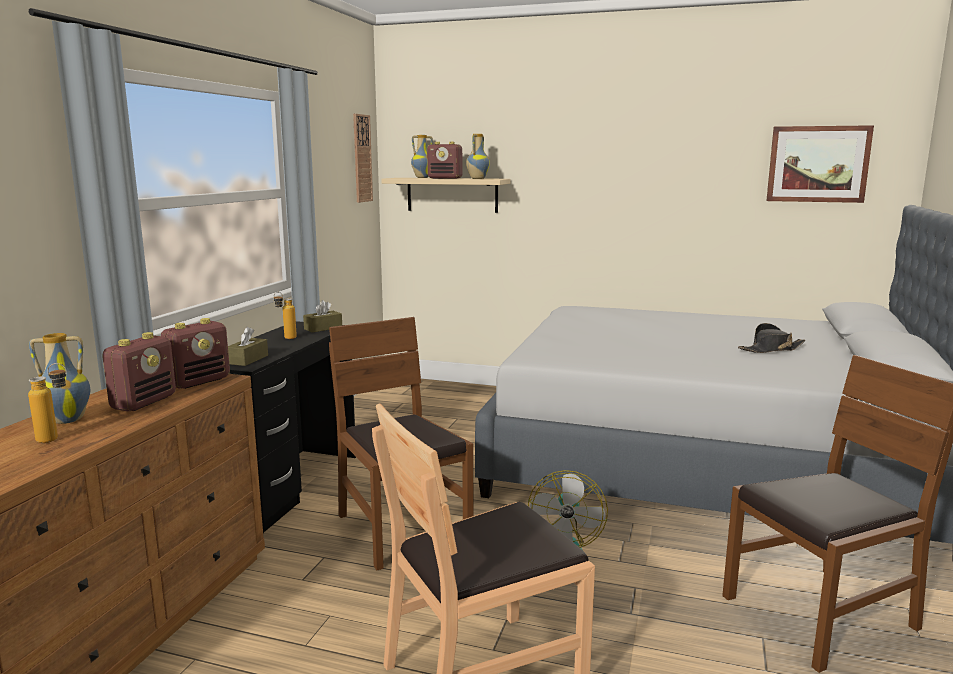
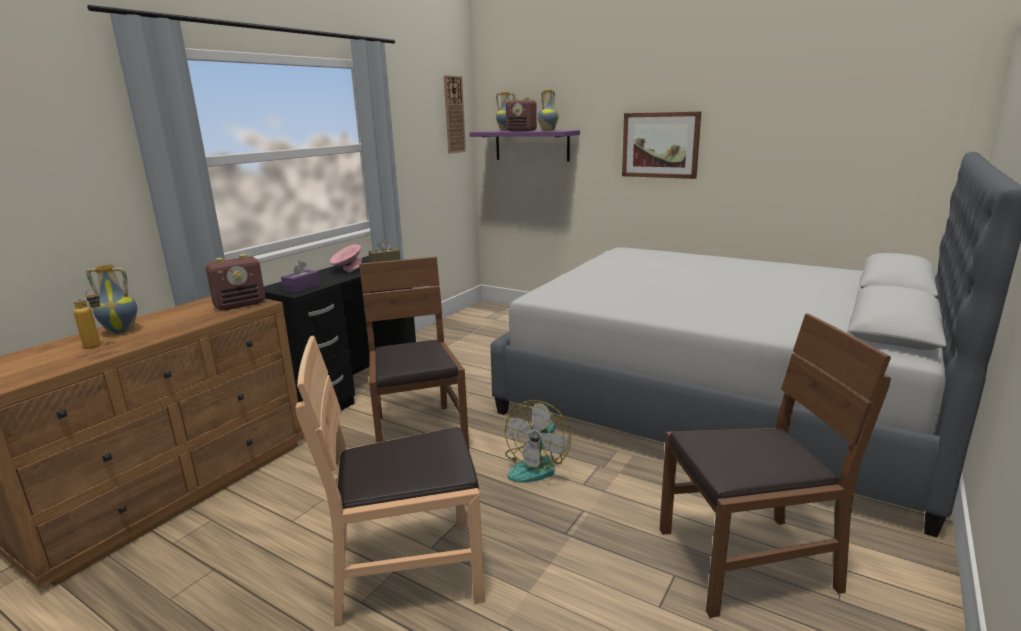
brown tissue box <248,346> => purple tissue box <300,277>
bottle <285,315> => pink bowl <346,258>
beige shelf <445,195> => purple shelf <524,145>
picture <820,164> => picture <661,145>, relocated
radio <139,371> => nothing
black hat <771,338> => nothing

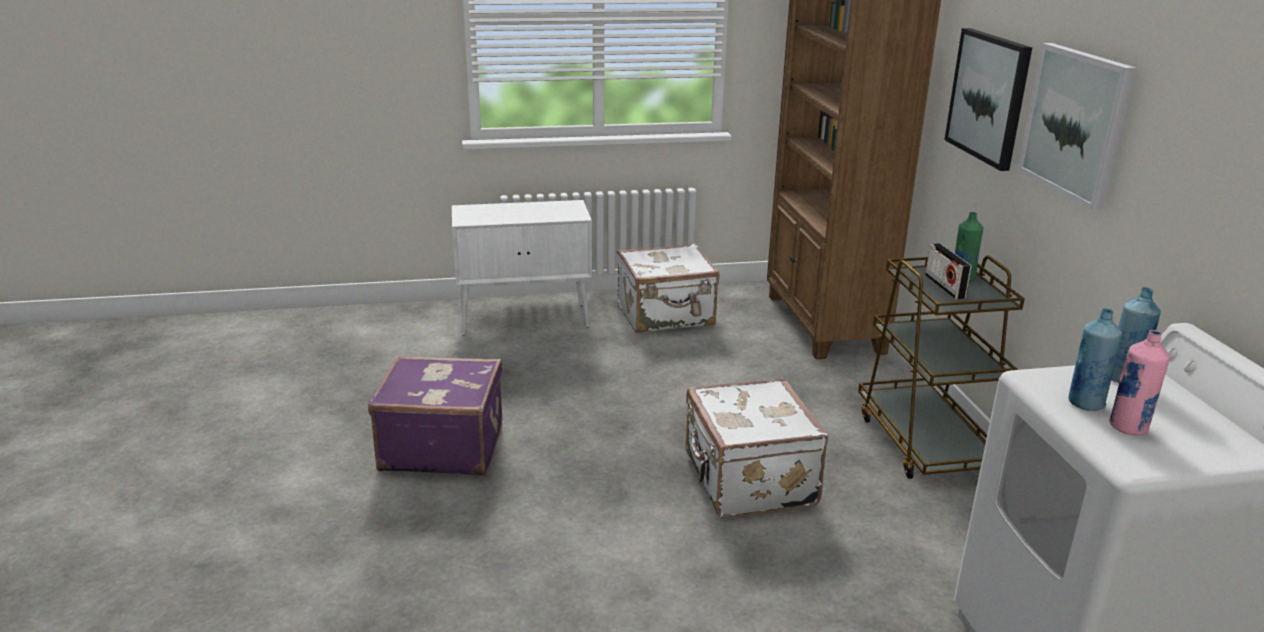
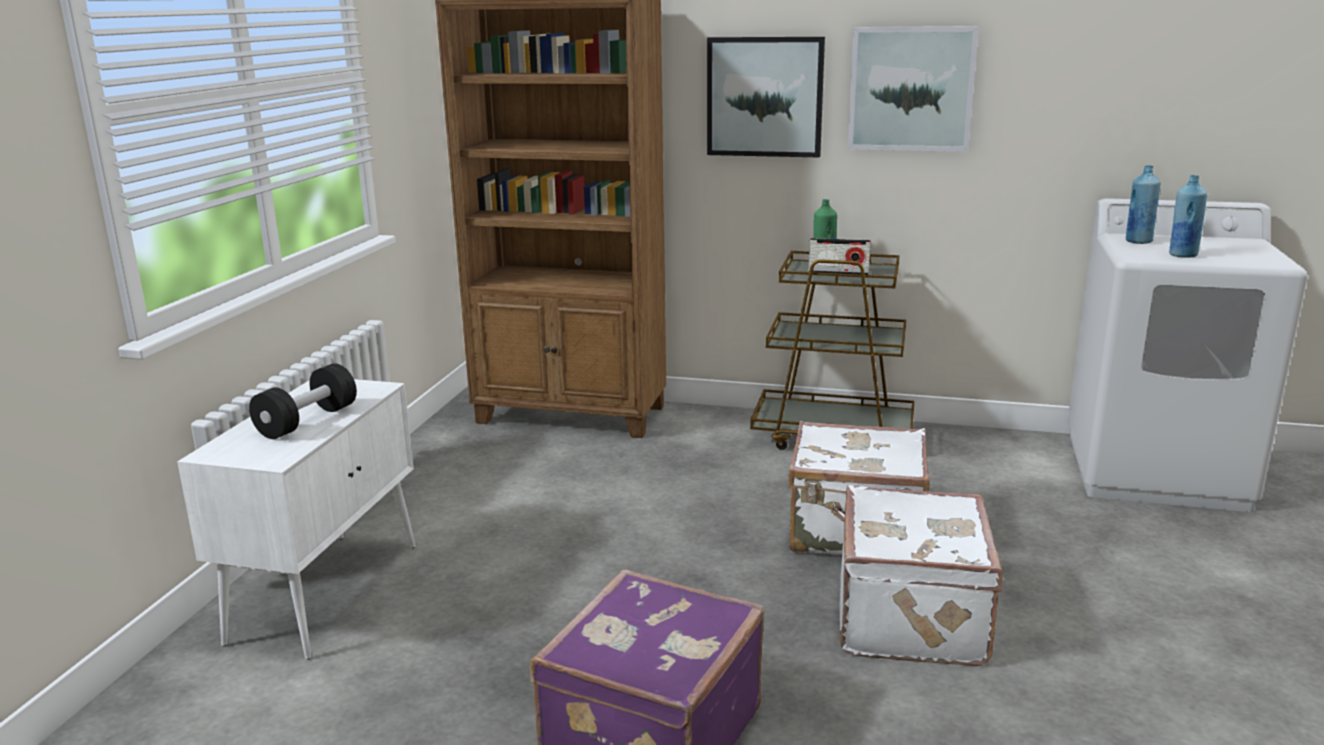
nothing => black dumbbell <303,401>
white suitcase <668,288> => white suitcase <922,575>, relocated
pink bottle <1139,382> => nothing

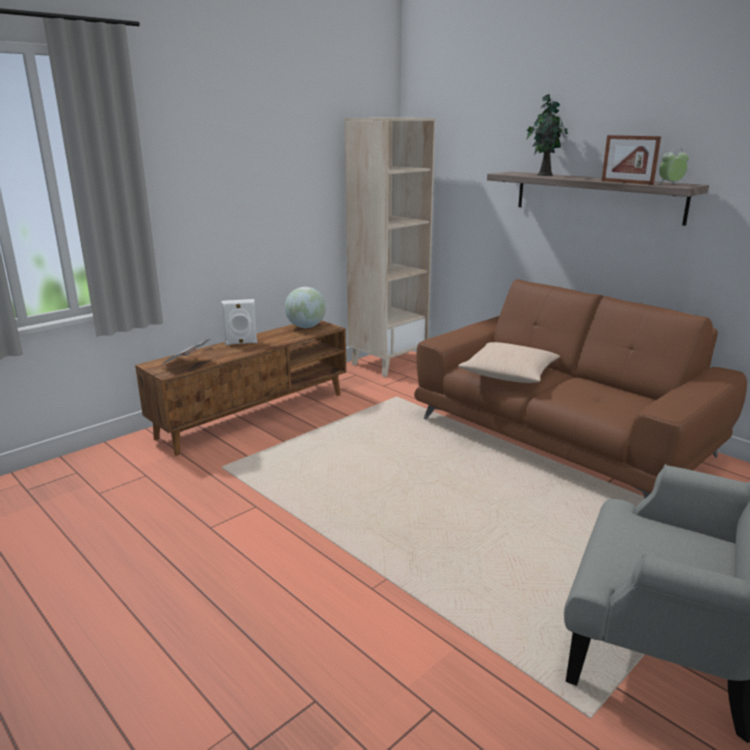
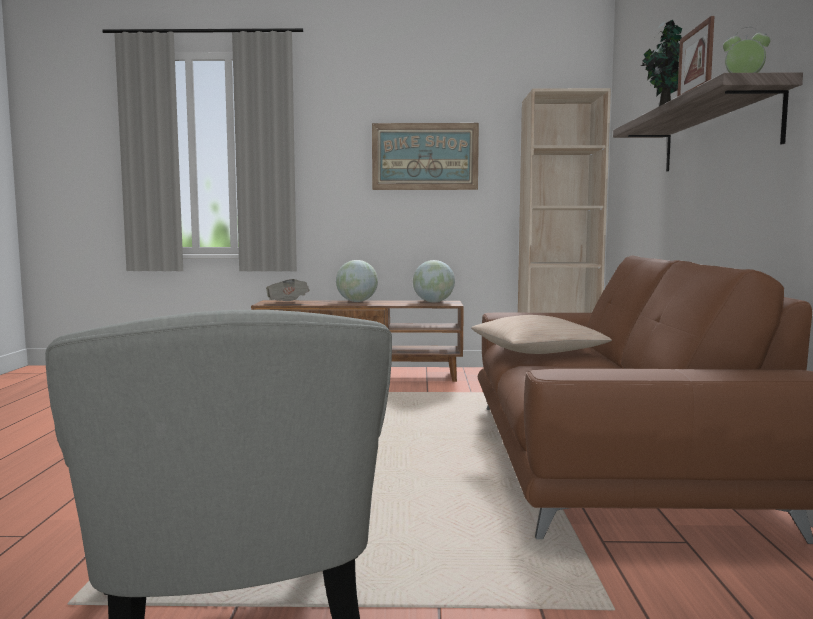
white speaker <239,322> => globe <357,281>
nothing => picture <425,156>

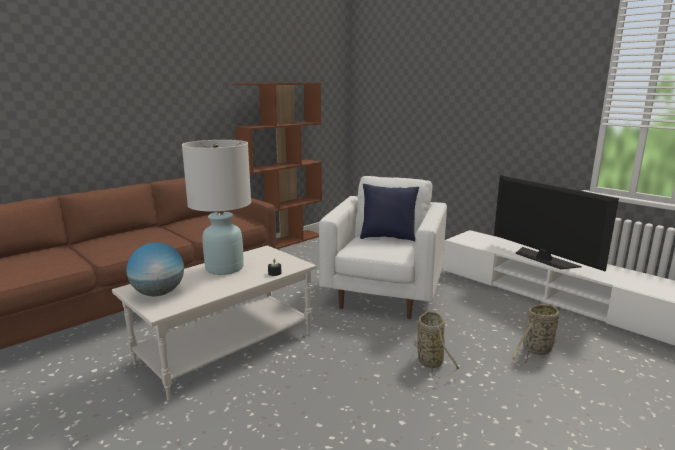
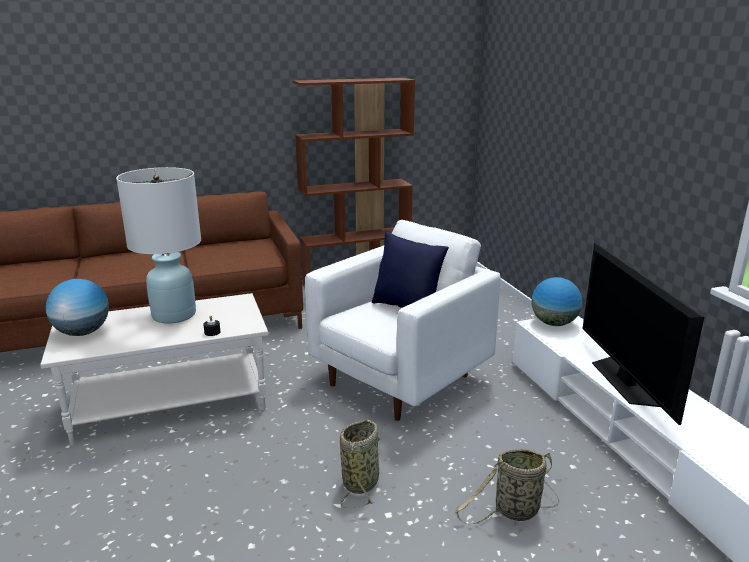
nothing => globe <556,301>

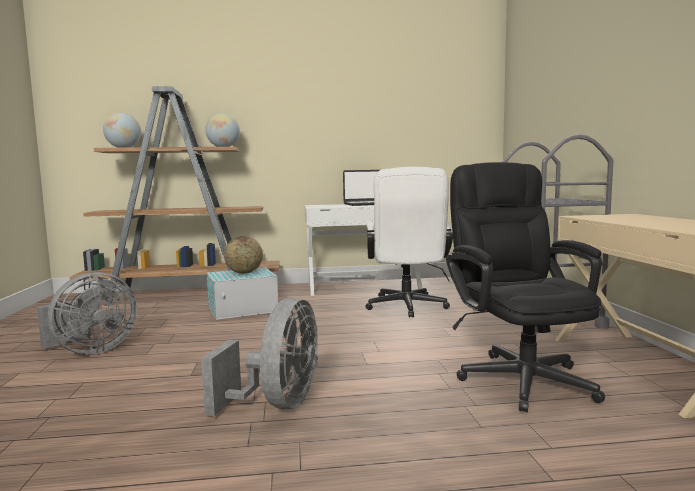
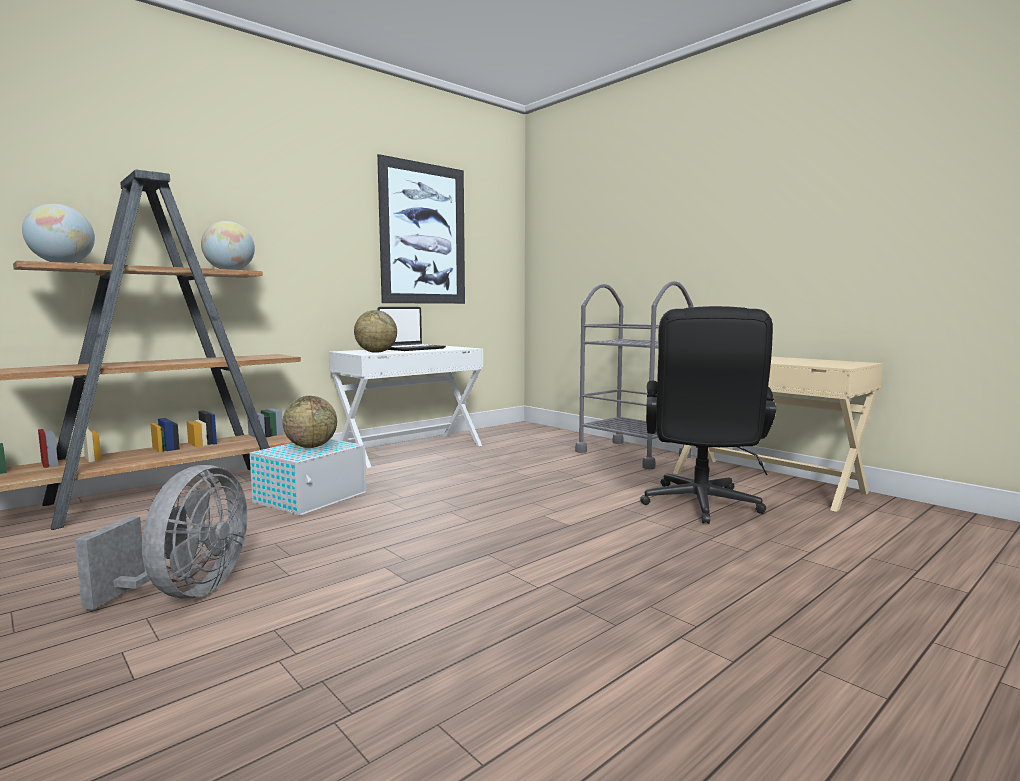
nothing => globe <375,331>
nothing => picture <421,229>
black office chair <525,287> => black office chair <708,415>, 120 degrees counterclockwise
grey fan <259,356> => nothing
white office chair <409,242> => nothing

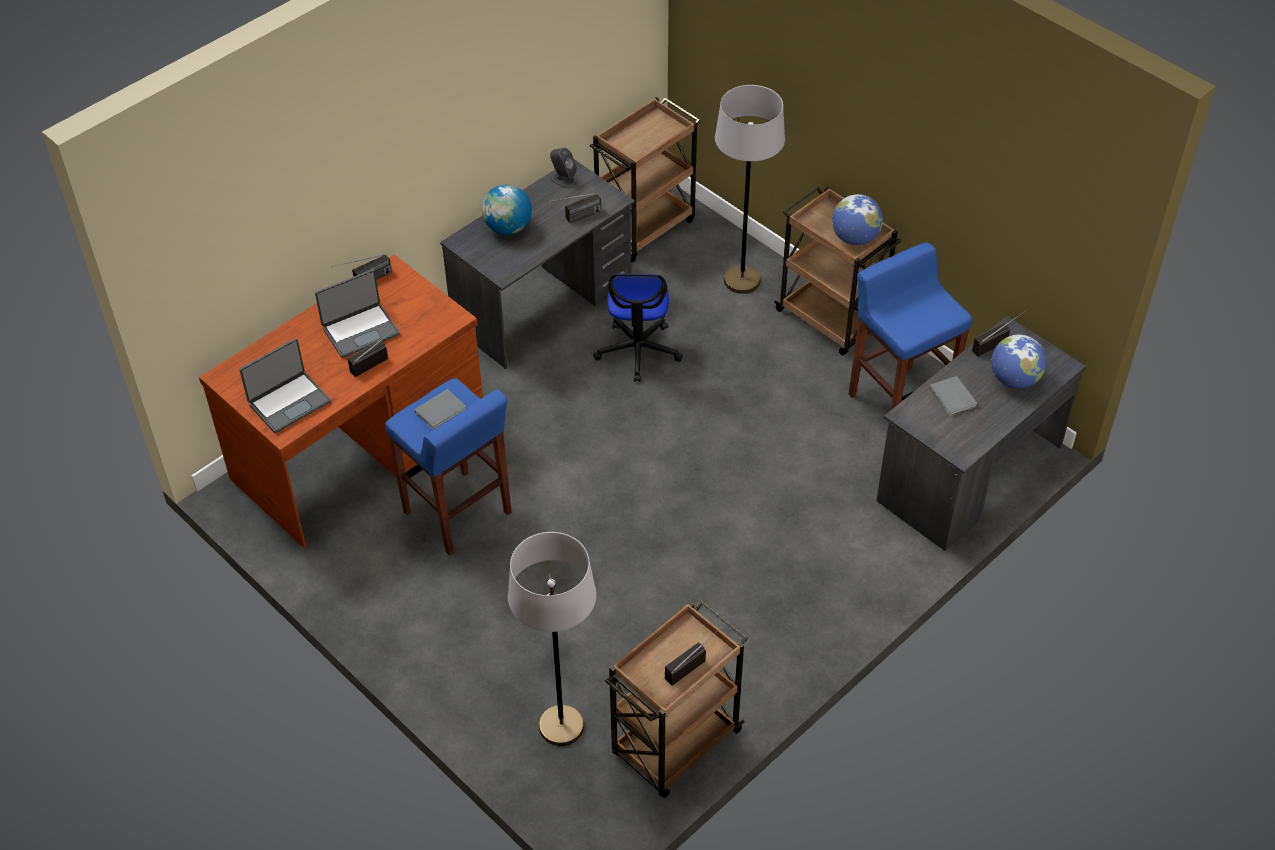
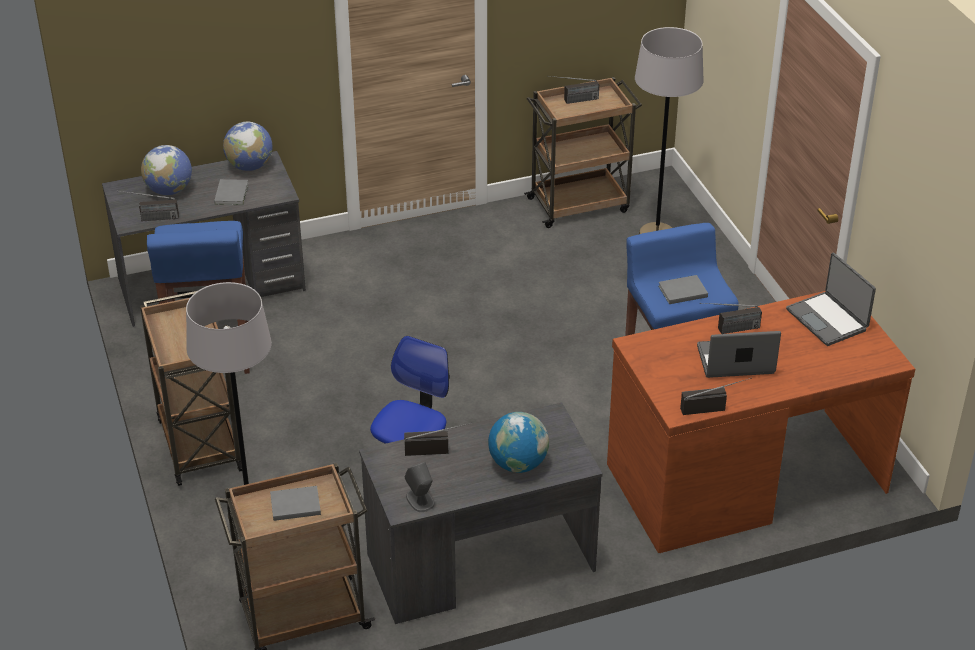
globe <857,219> => globe <248,146>, relocated
nothing => grey book <295,503>
laptop <285,385> => laptop <831,299>, 105 degrees counterclockwise

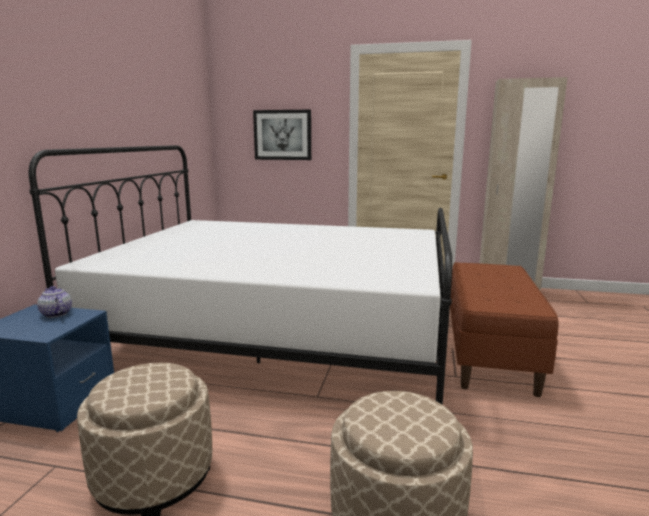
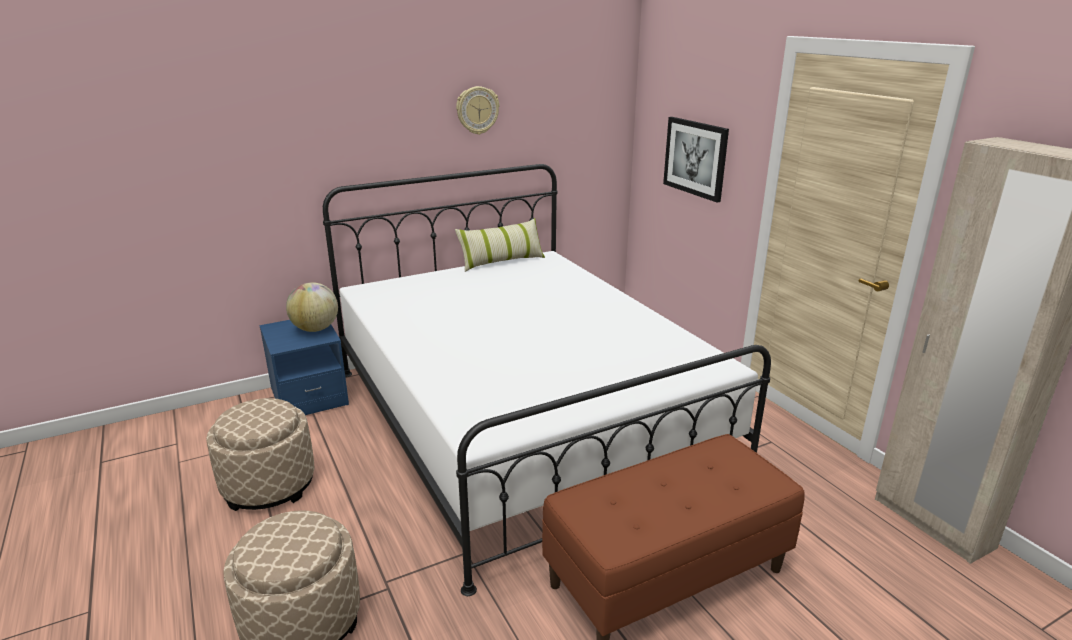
teapot <54,302> => globe <312,307>
nothing => pillow <500,245>
nothing => wall clock <477,110>

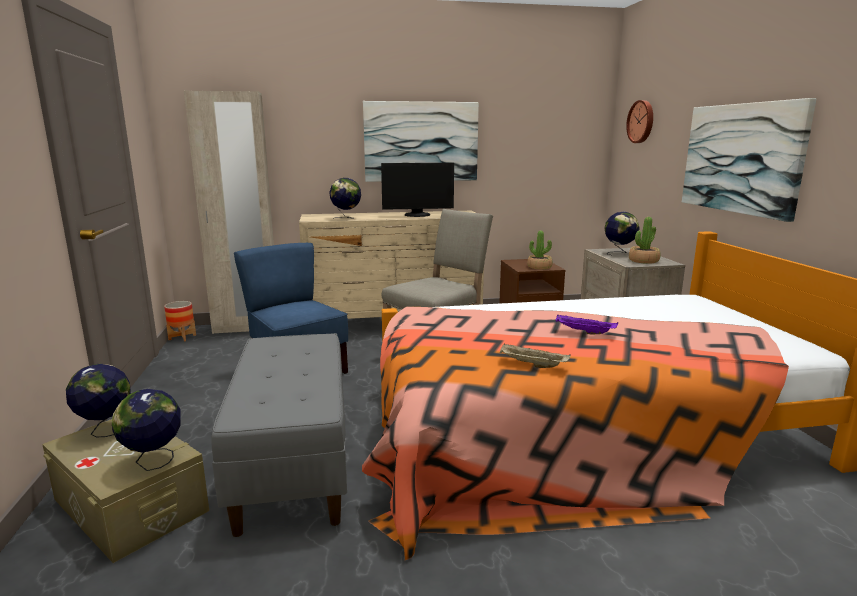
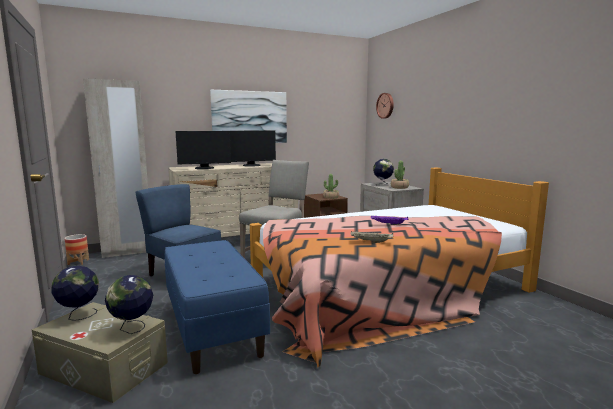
grey bench <279,435> => blue bench <217,307>
globe <345,198> => monitor <203,150>
picture <749,160> => nothing

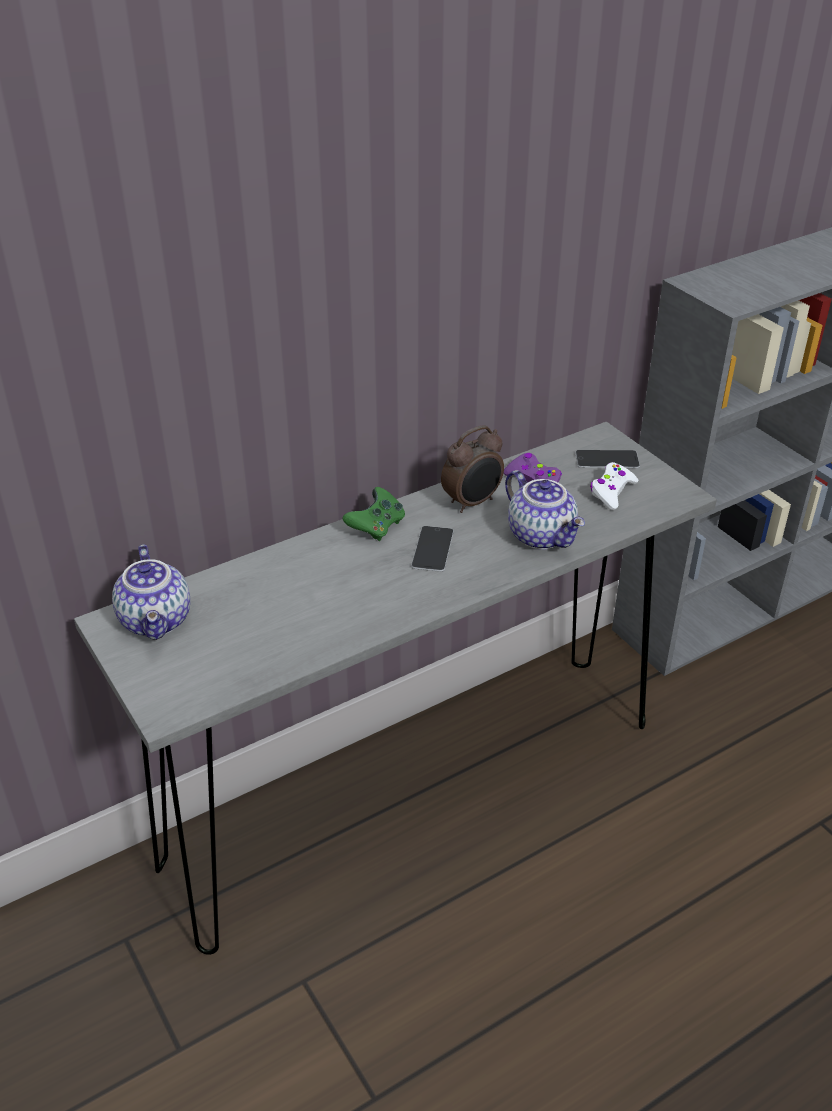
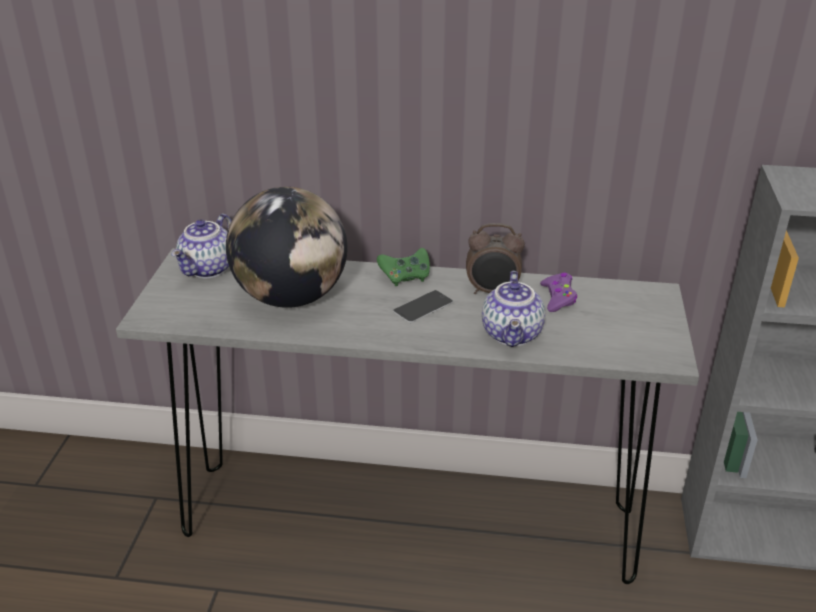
nothing => globe <287,247>
phone <607,459> => nothing
white game controller <614,486> => nothing

